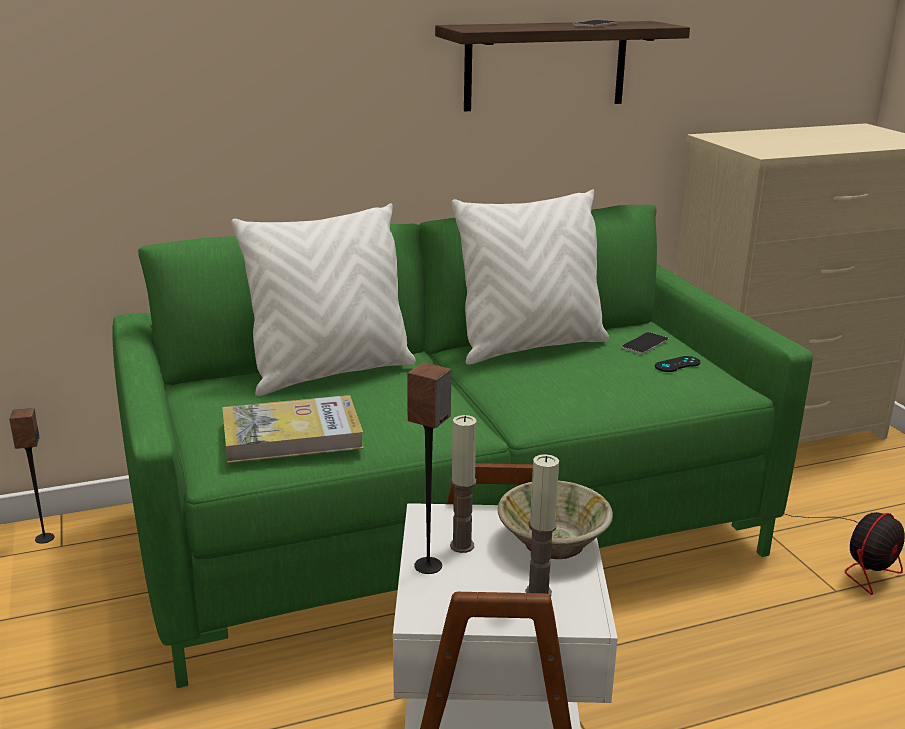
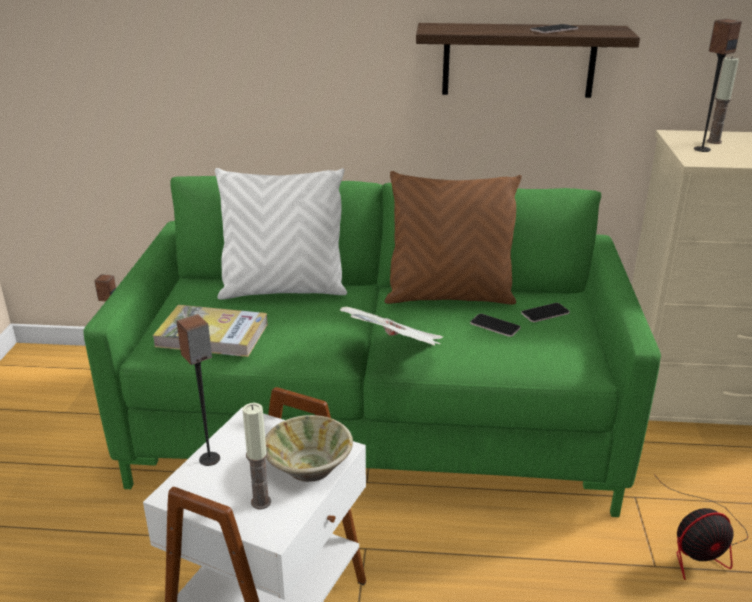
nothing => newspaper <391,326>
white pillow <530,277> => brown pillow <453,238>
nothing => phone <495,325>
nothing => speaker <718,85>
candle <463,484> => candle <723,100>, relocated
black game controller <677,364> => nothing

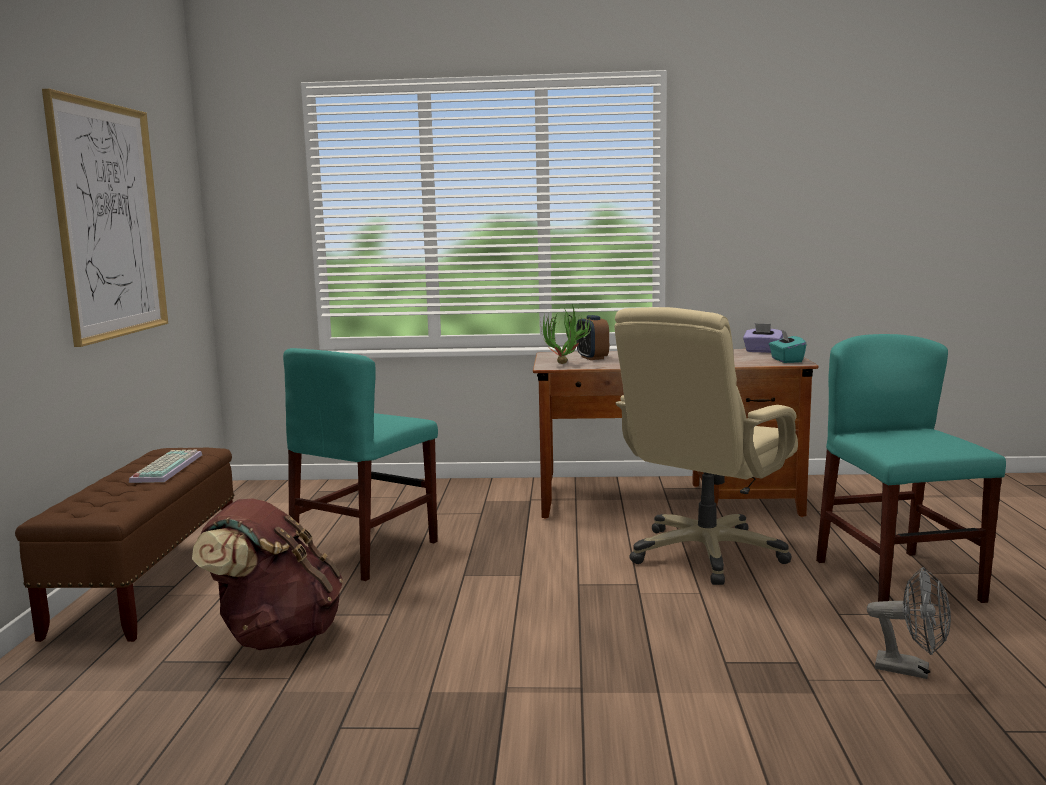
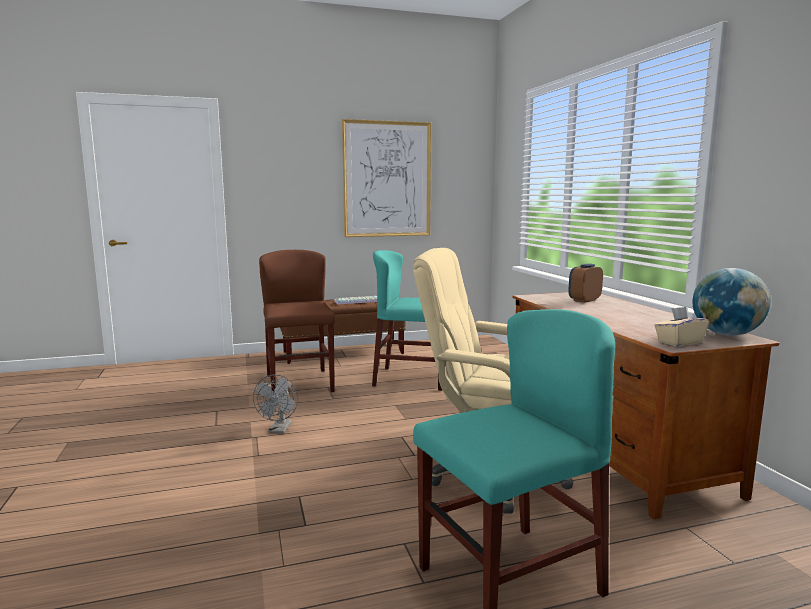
grey fan <909,623> => grey fan <275,404>, relocated
brown backpack <267,574> => brown chair <297,321>
turquoise tissue box <788,346> => beige tissue box <681,327>
purple tissue box <763,338> => globe <731,302>
potted plant <566,334> => nothing

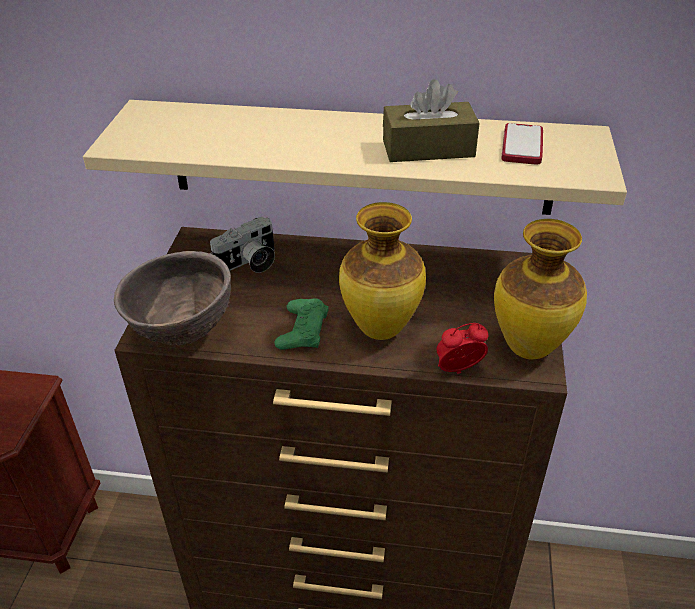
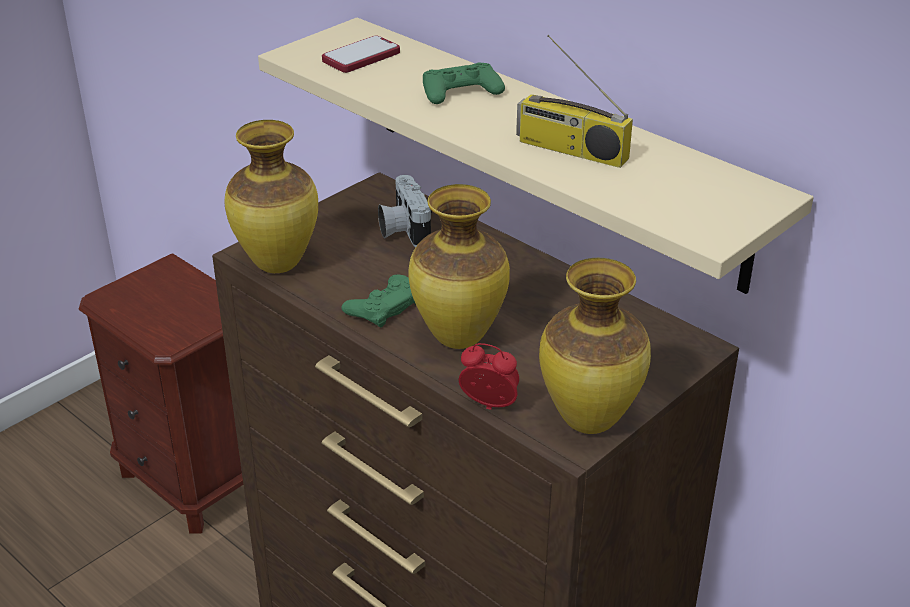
brown bowl <172,298> => vase <271,196>
phone <522,144> => phone <361,54>, relocated
photo camera <242,244> => photo camera <405,211>, 75 degrees clockwise
nothing => green game controller <464,83>
brown tissue box <431,120> => radio <574,101>

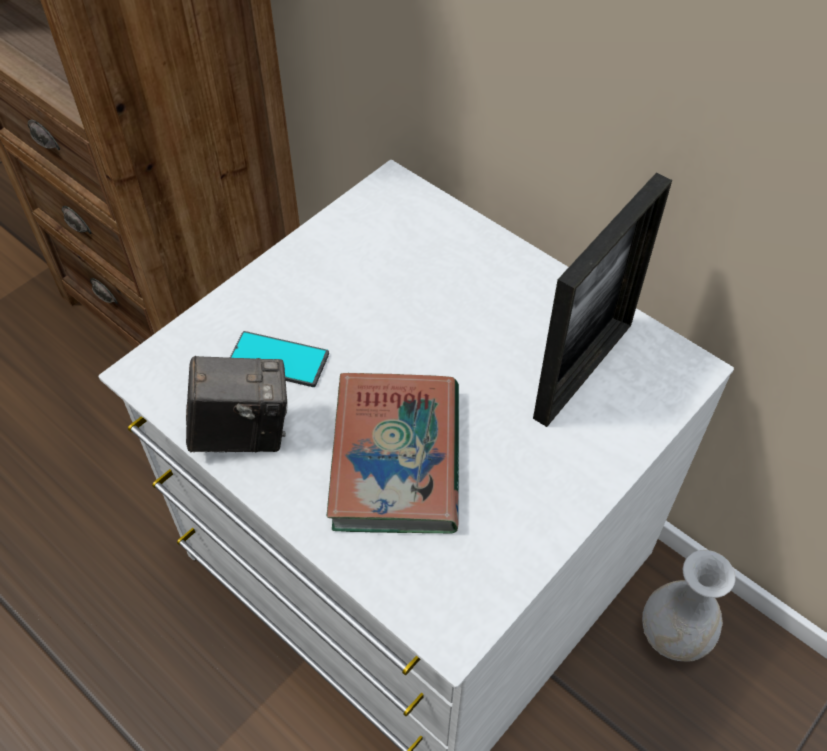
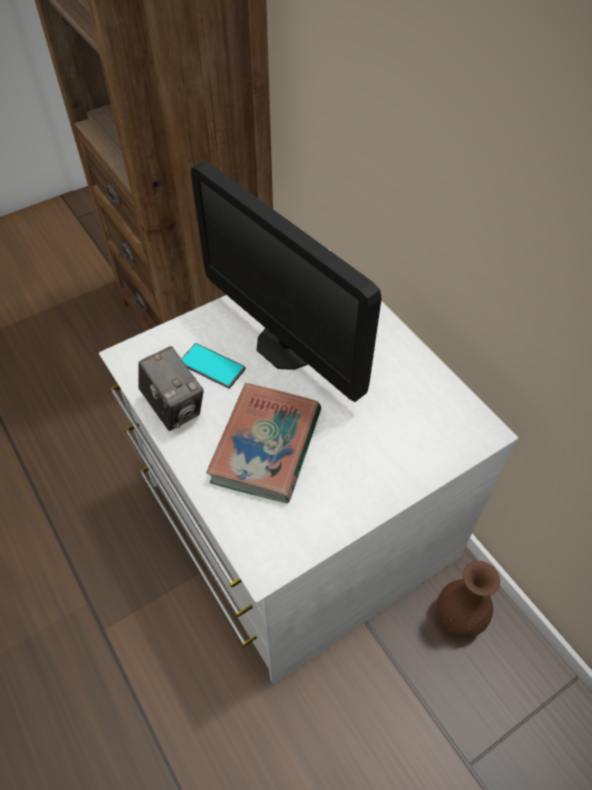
photo camera <237,404> => photo camera <171,388>, 45 degrees clockwise
nothing => monitor <286,281>
white vase <688,606> => brown vase <468,599>
picture frame <602,300> => nothing

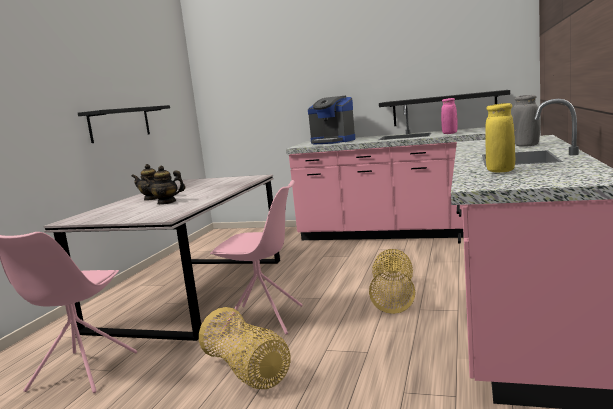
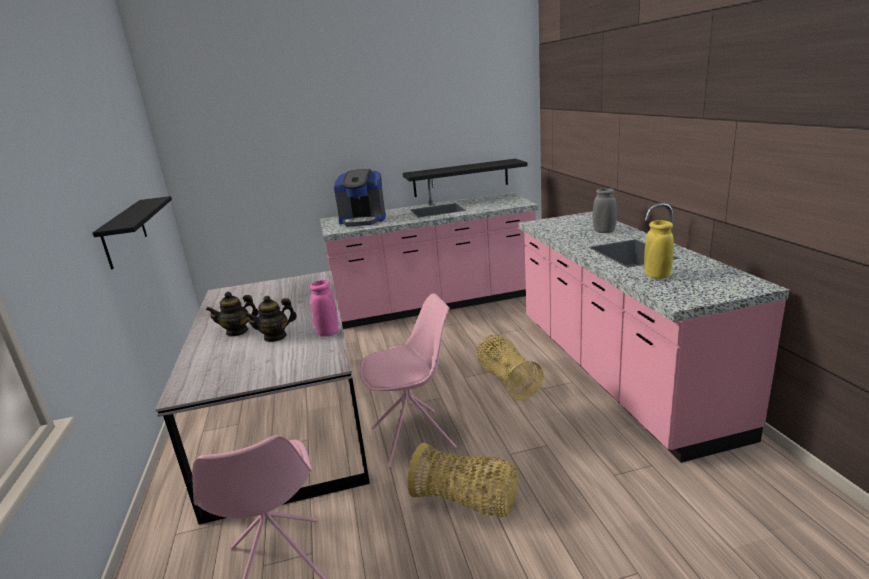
pink vase <449,116> => pink vase <324,308>, relocated

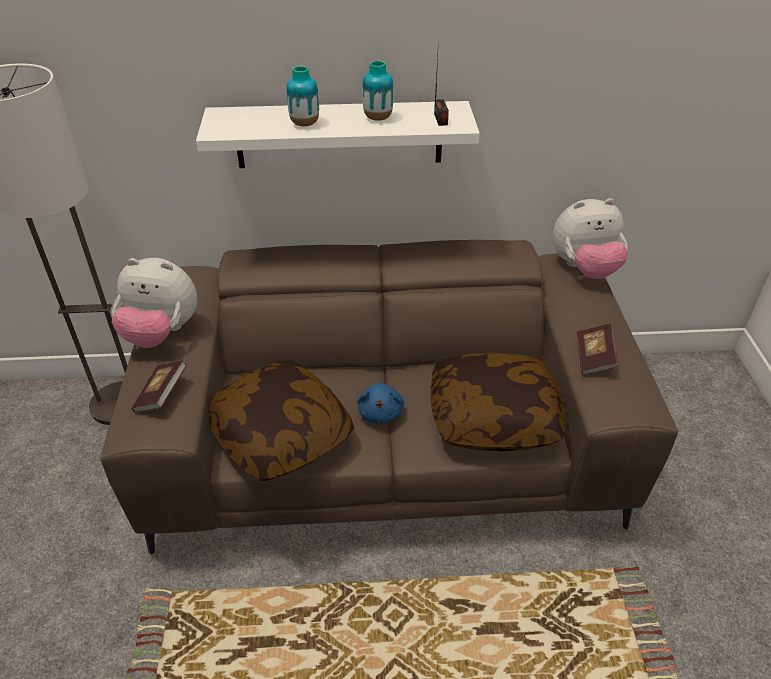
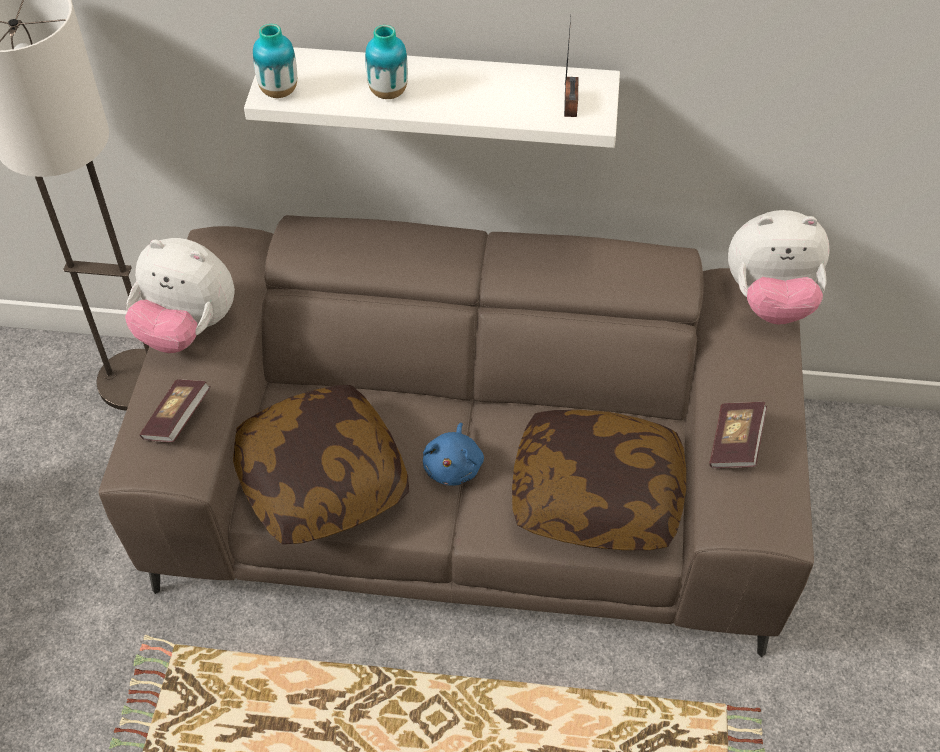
vase <378,90> => vase <275,61>, relocated

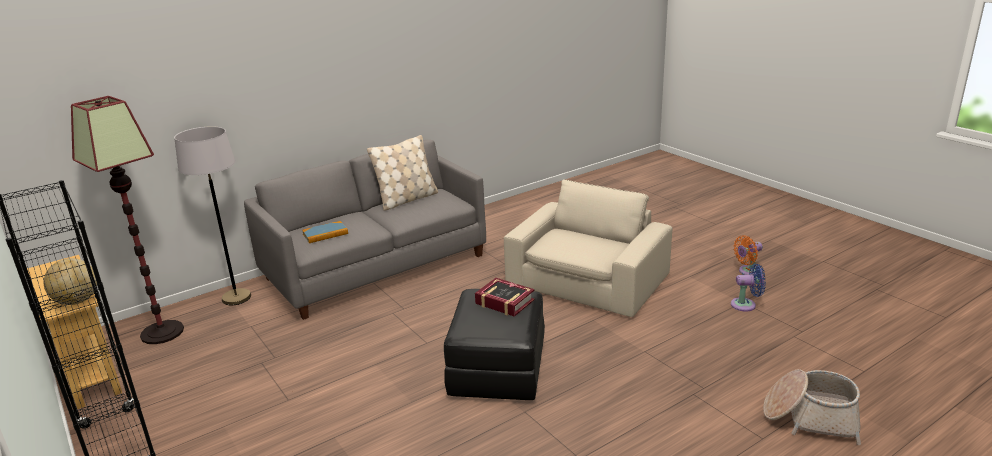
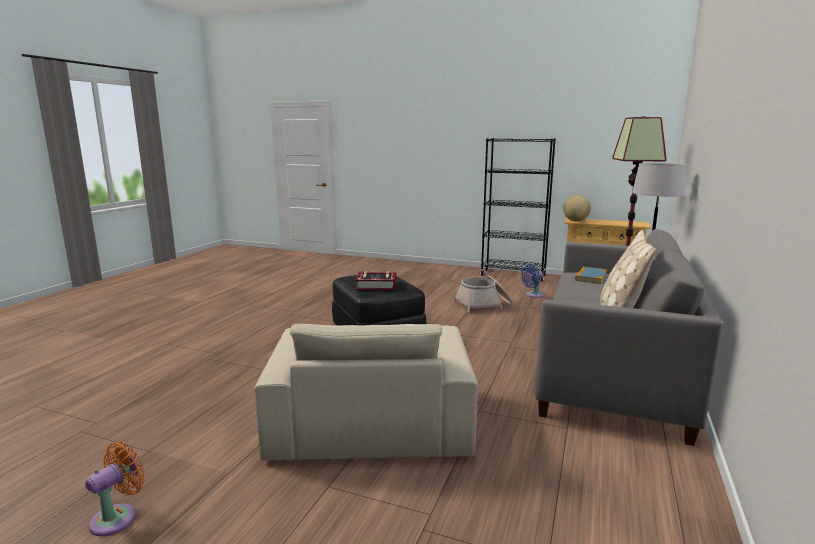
basket <812,407> => basket <482,294>, relocated
blue fan <748,288> => blue fan <532,281>, relocated

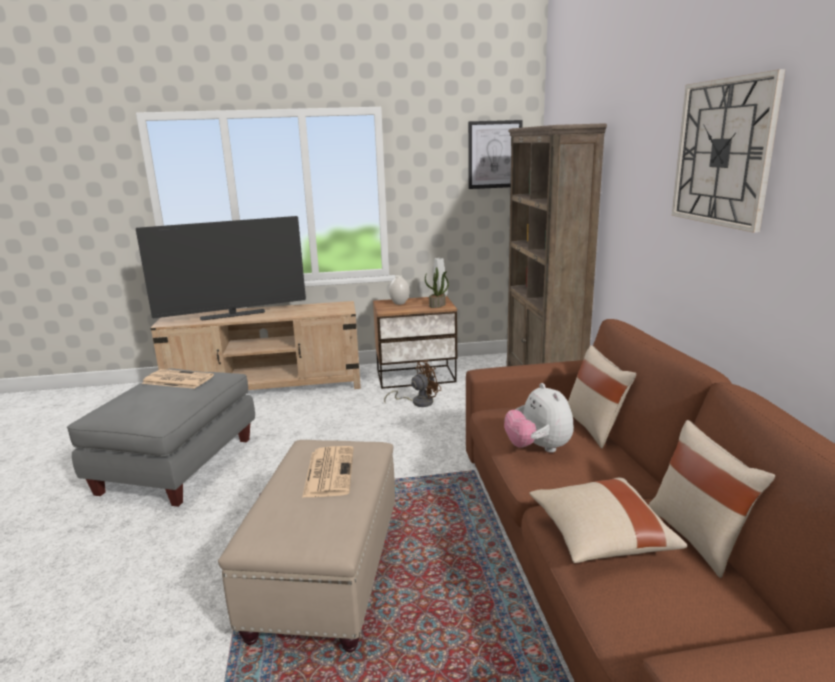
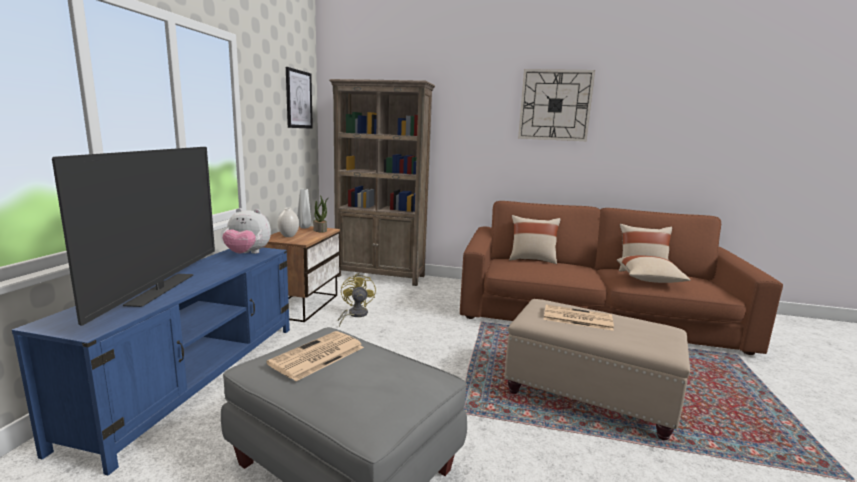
beige tv stand <256,345> => blue tv stand <151,361>
plush toy <539,418> => plush toy <246,231>, relocated
brown fan <412,383> => yellow fan <357,300>

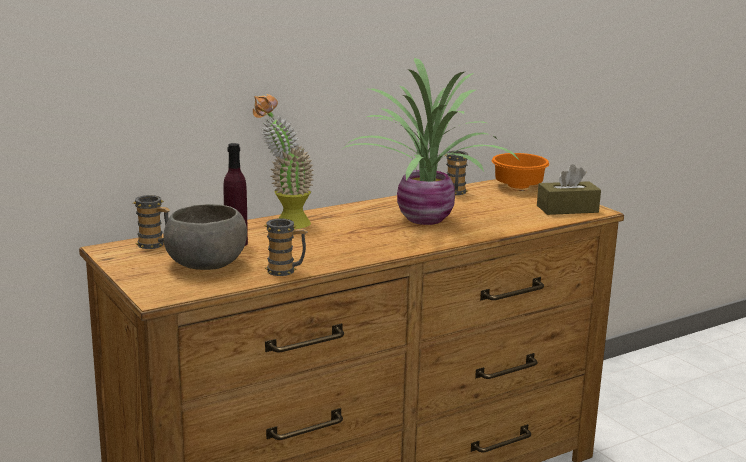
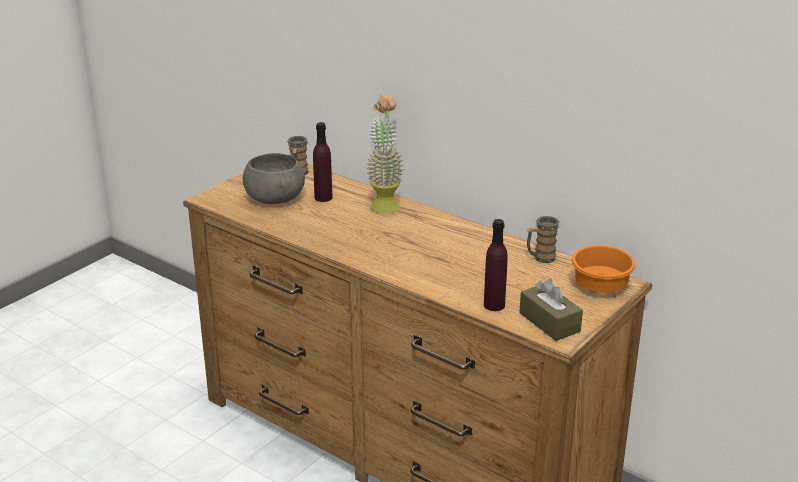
nothing => purple bottle <496,265>
mug <286,247> => nothing
potted plant <430,141> => nothing

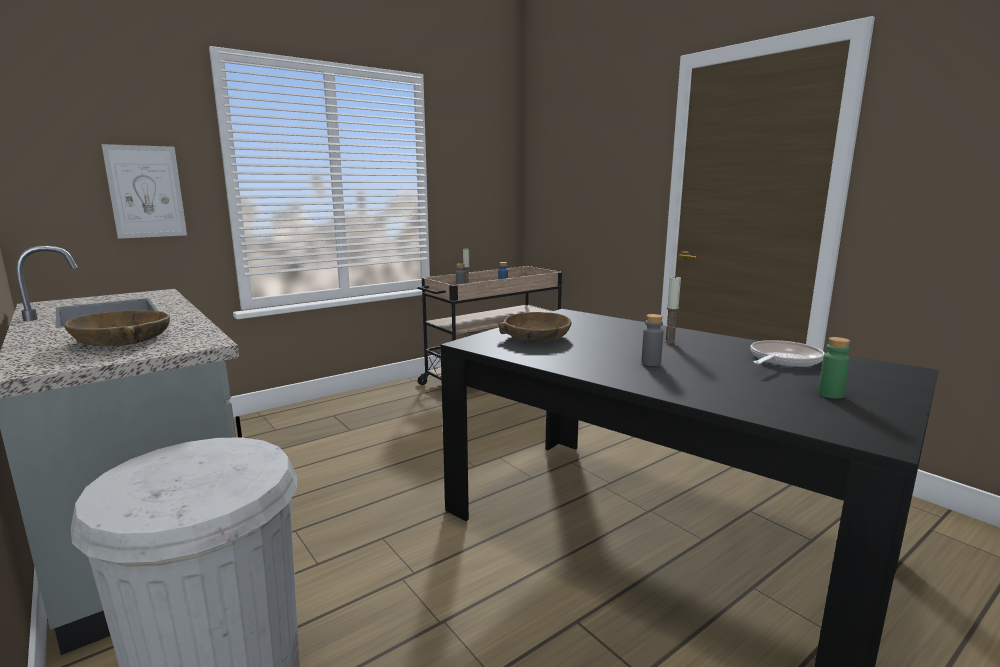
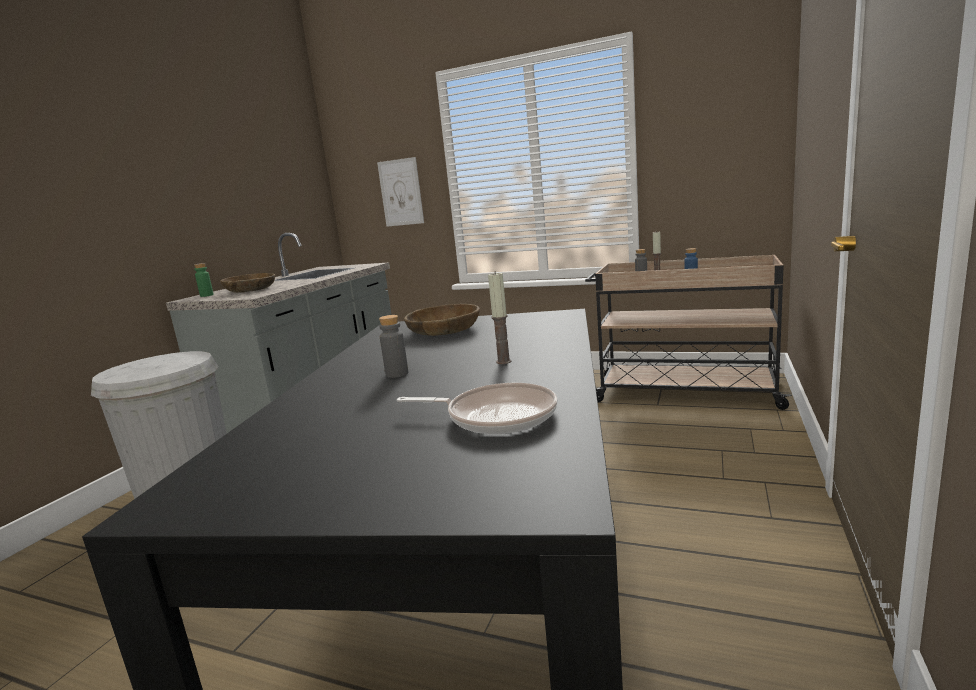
green bottle <834,368> => green bottle <204,280>, relocated

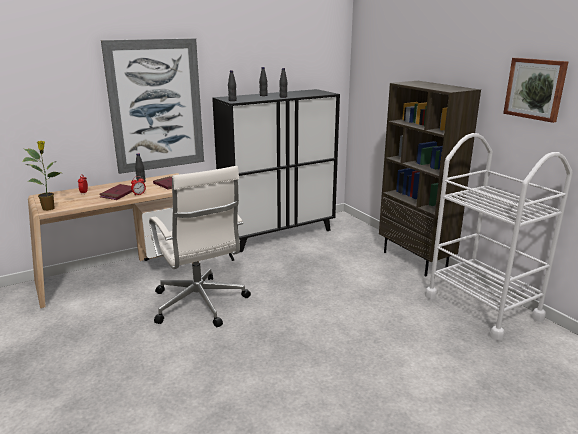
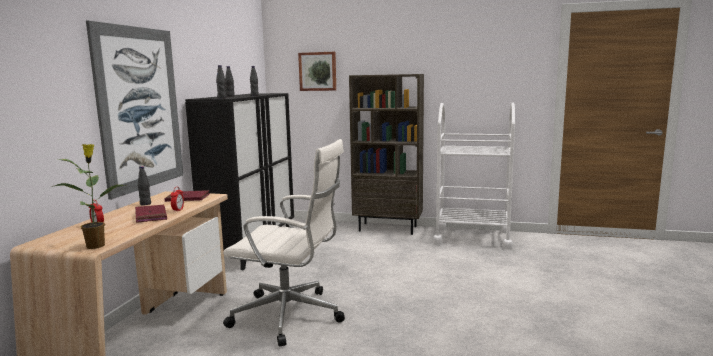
picture <536,90> => picture <317,71>, relocated

